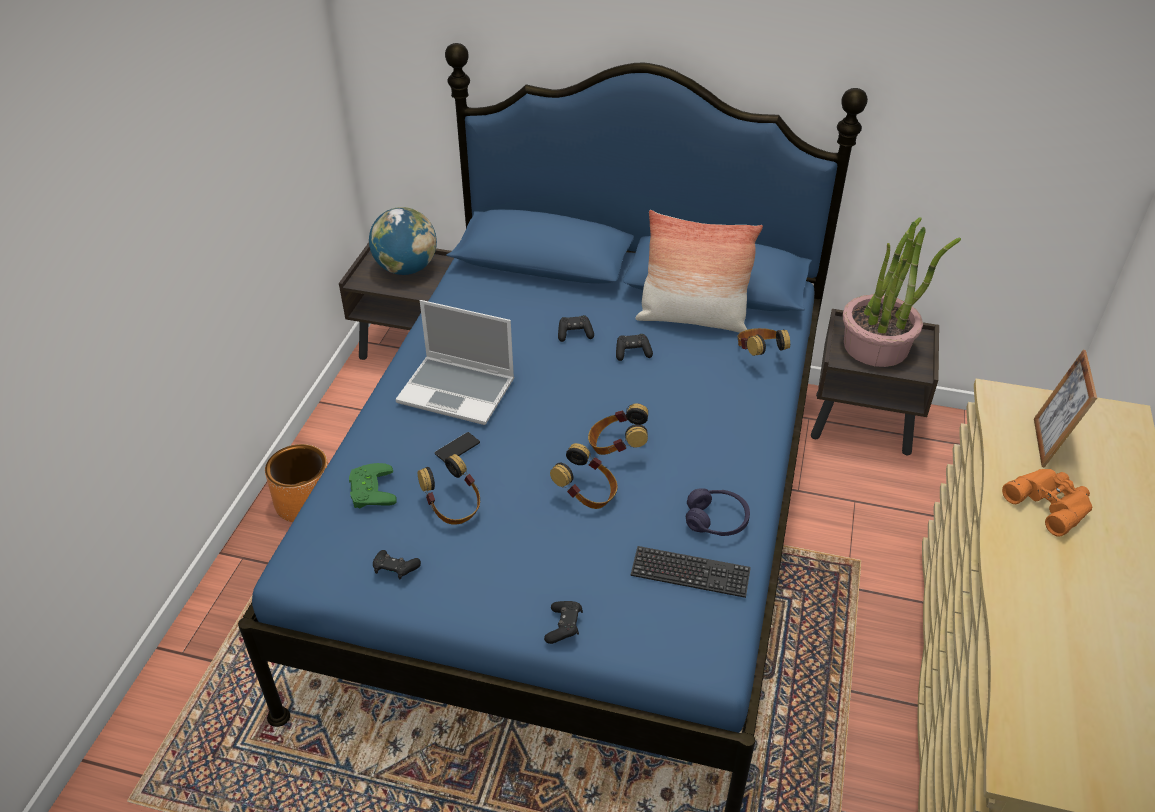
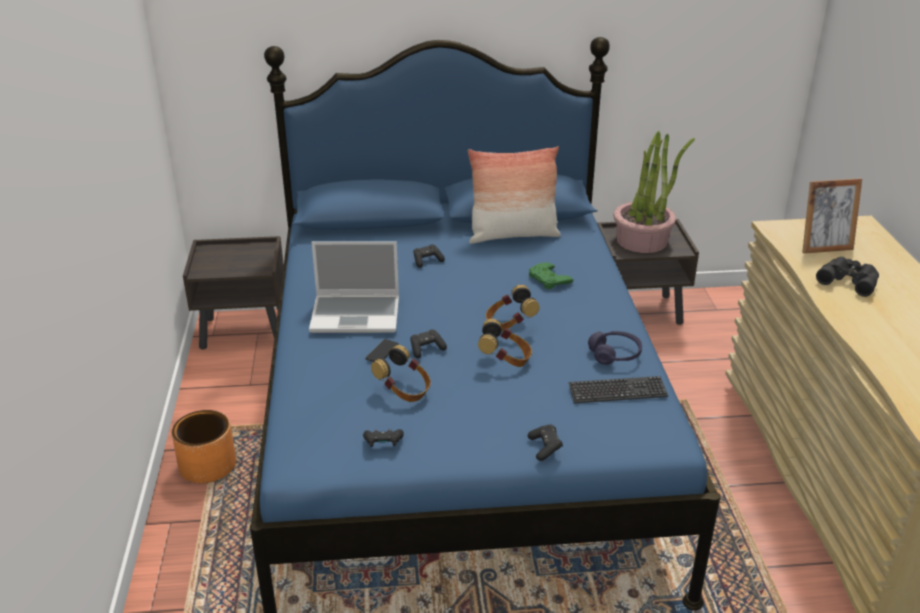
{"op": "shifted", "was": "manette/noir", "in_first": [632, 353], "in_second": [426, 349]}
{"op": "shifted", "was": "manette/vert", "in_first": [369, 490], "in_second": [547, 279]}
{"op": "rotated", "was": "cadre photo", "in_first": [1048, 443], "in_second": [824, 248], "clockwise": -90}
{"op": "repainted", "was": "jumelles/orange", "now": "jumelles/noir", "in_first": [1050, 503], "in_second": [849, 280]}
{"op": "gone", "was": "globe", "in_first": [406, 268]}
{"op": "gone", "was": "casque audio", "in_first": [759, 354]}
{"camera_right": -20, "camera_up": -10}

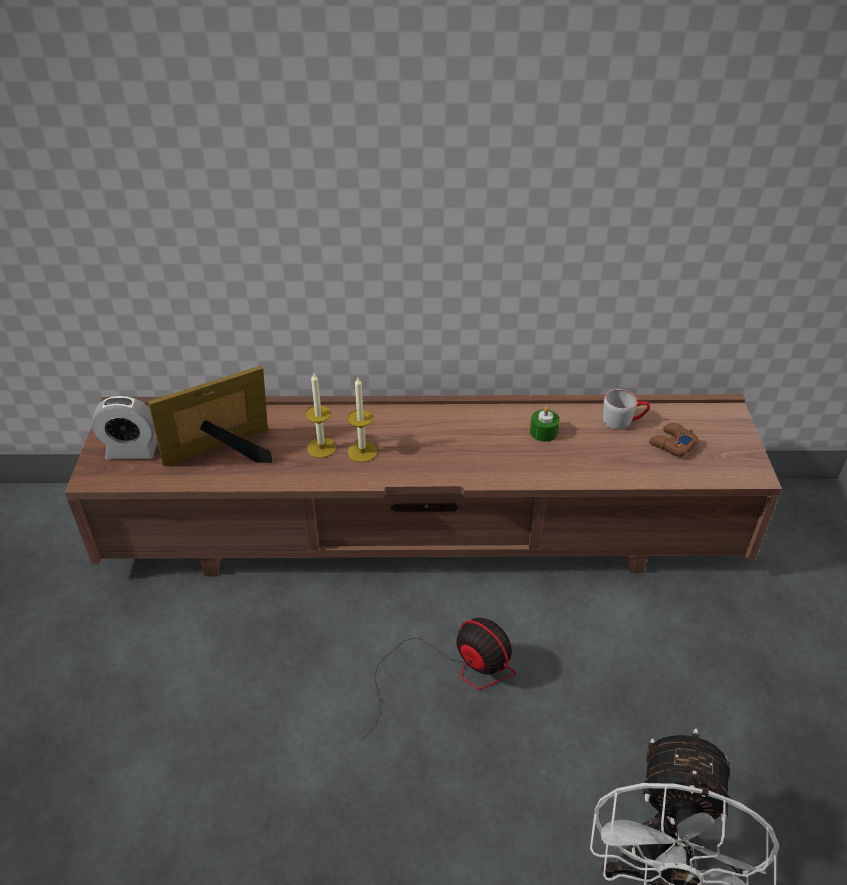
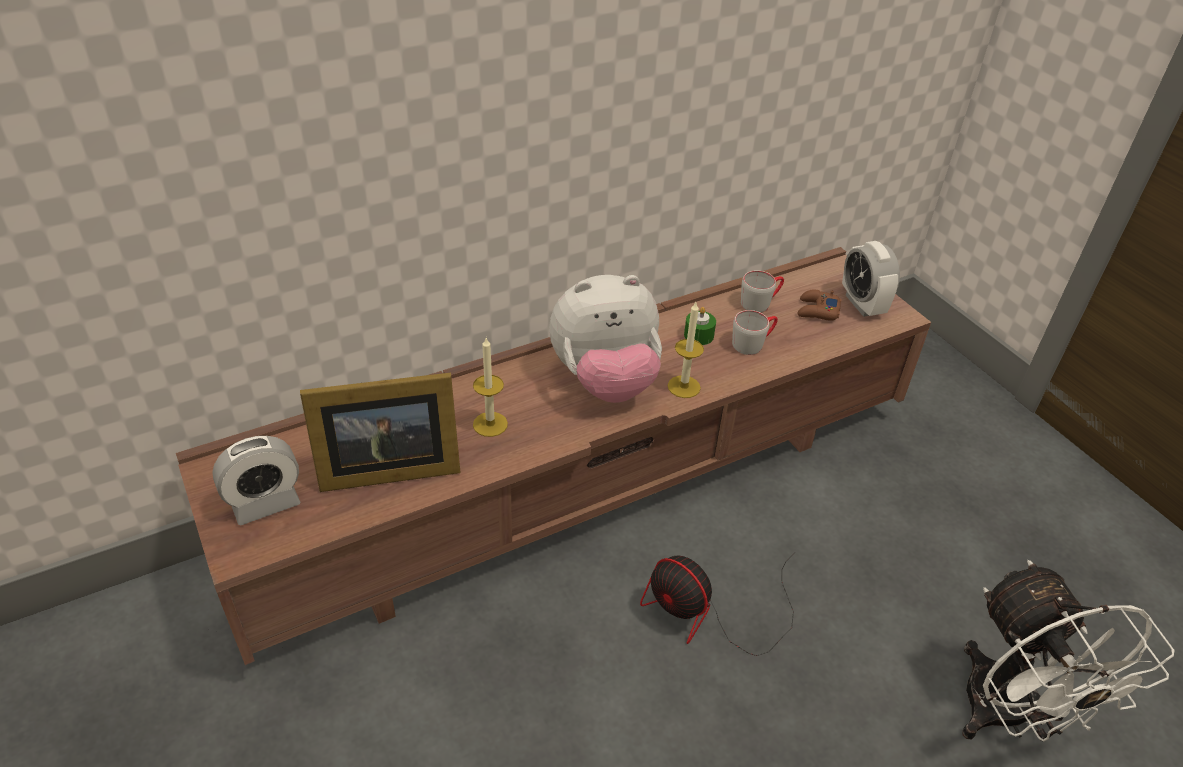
{"op": "rotated", "was": "cadre photo", "in_first": [224, 454], "in_second": [385, 468], "clockwise": -135}
{"op": "new", "now": "peluche", "in_second": [605, 381]}
{"op": "rotated", "was": "ventilateur", "in_first": [451, 672], "in_second": [710, 613], "clockwise": -150}
{"op": "shifted", "was": "bougie", "in_first": [362, 452], "in_second": [684, 386]}
{"op": "new", "now": "mug/gris", "in_second": [753, 343]}
{"op": "new", "now": "réveil", "in_second": [862, 304]}
{"camera_right": -30, "camera_up": 0}

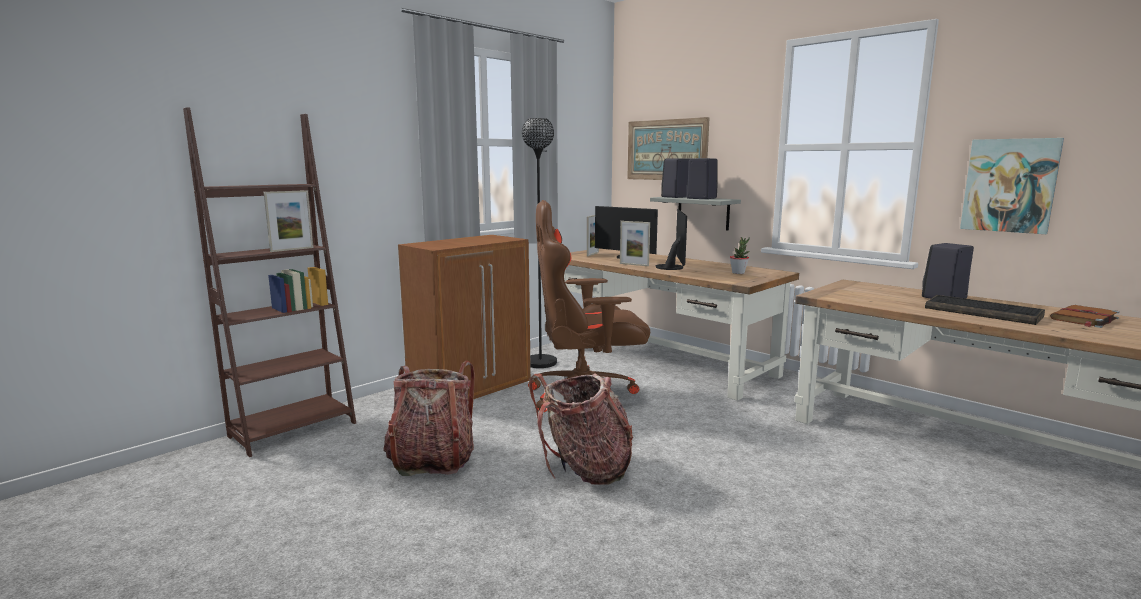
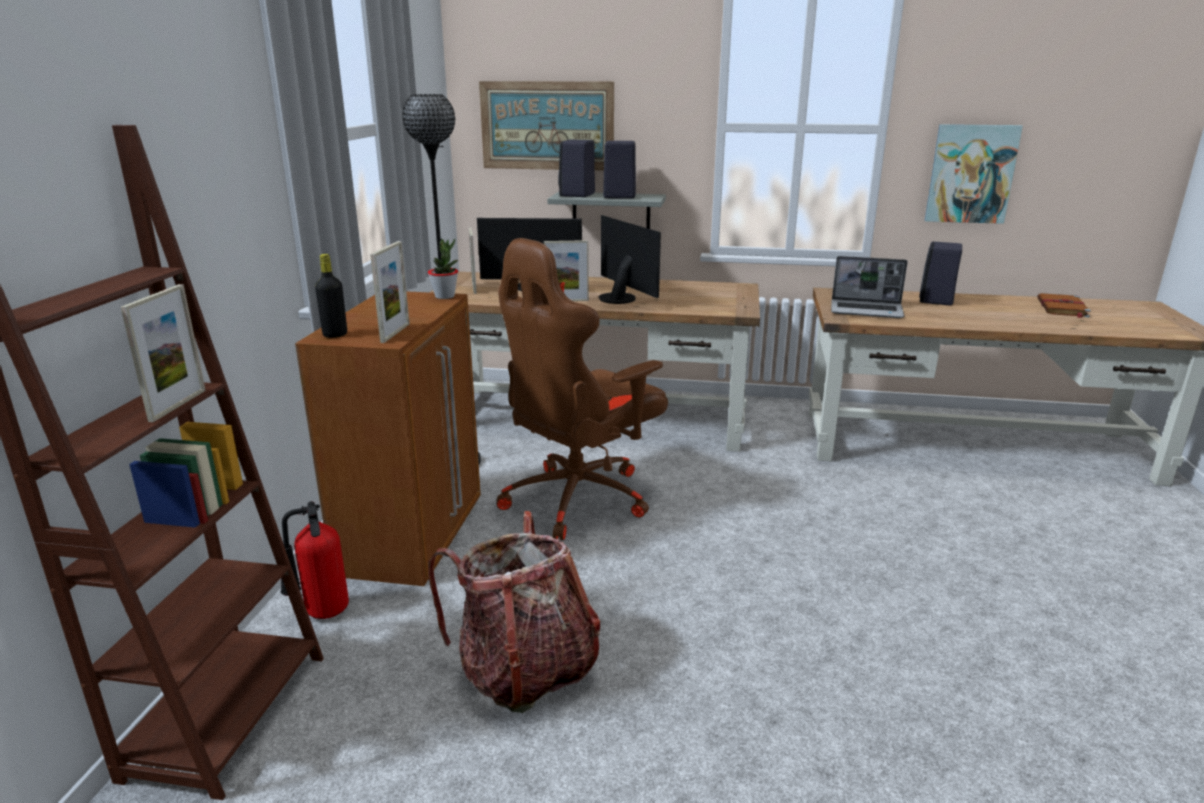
{"op": "new", "now": "extincteur", "in_second": [321, 614]}
{"op": "new", "now": "bouteille/noir", "in_second": [335, 335]}
{"op": "new", "now": "cadre photo", "in_second": [395, 333]}
{"op": "shifted", "was": "plante en pot", "in_first": [738, 273], "in_second": [445, 296]}
{"op": "new", "now": "ordinateur portable", "in_second": [867, 310]}
{"op": "gone", "was": "sac à dos", "in_first": [584, 470]}
{"op": "gone", "was": "clavier", "in_first": [983, 312]}
{"camera_right": -35, "camera_up": 10}

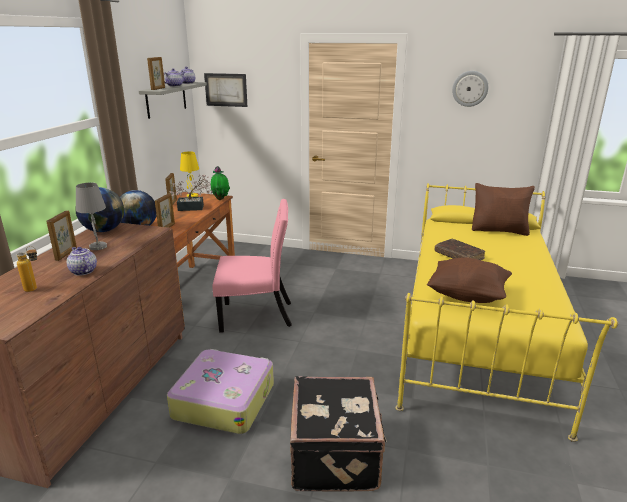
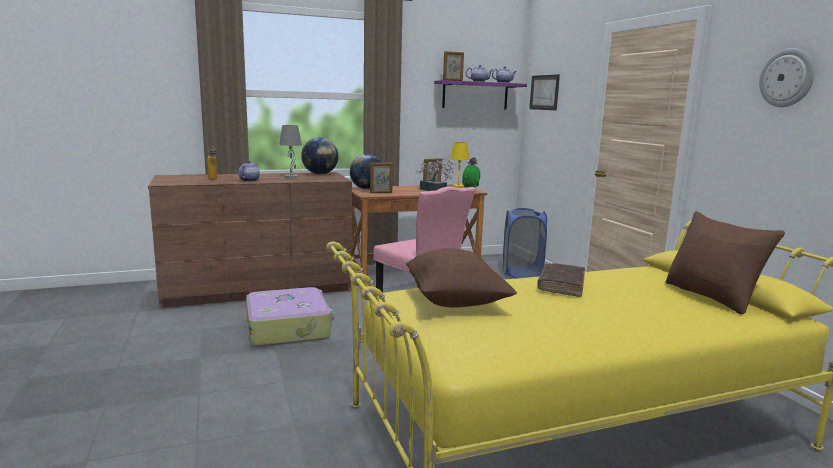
{"op": "repainted", "was": "étagère/gris", "now": "étagère/violet", "in_first": [166, 99], "in_second": [475, 95]}
{"op": "new", "now": "panier à linge/bleu", "in_second": [521, 273]}
{"op": "gone", "was": "cadre photo", "in_first": [66, 254]}
{"op": "gone", "was": "valise/noir", "in_first": [336, 455]}
{"camera_right": 55, "camera_up": -10}

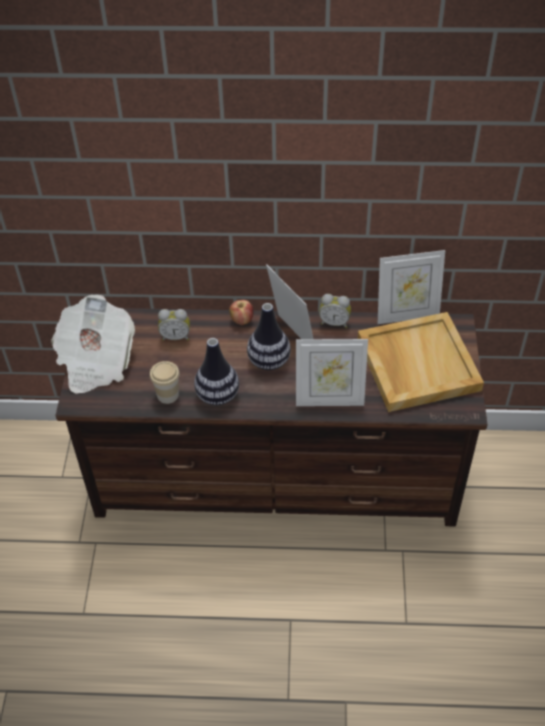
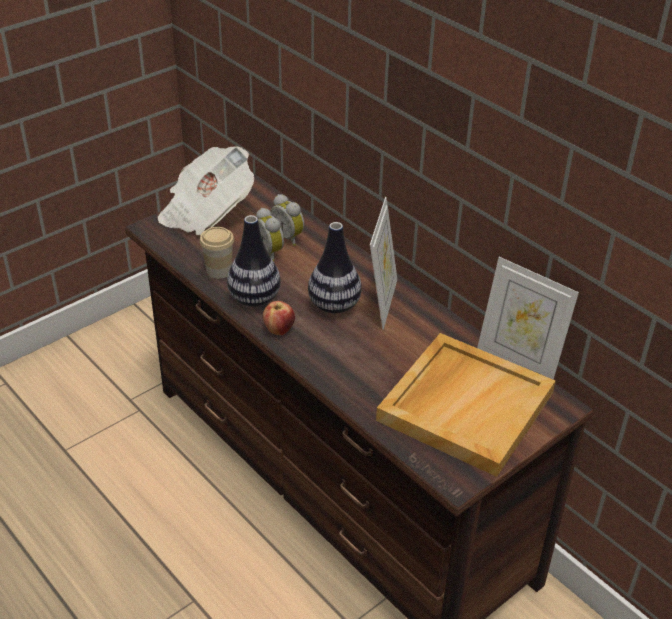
{"op": "shifted", "was": "réveil", "in_first": [334, 322], "in_second": [271, 252]}
{"op": "shifted", "was": "pomme", "in_first": [242, 320], "in_second": [279, 330]}
{"op": "gone", "was": "cadre photo", "in_first": [329, 400]}
{"camera_right": 45, "camera_up": -10}

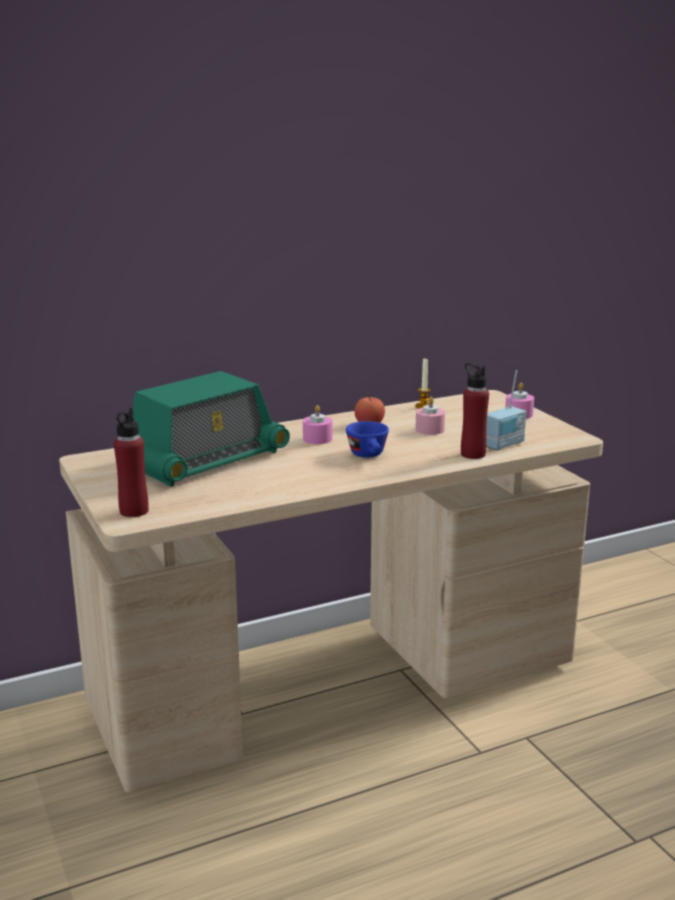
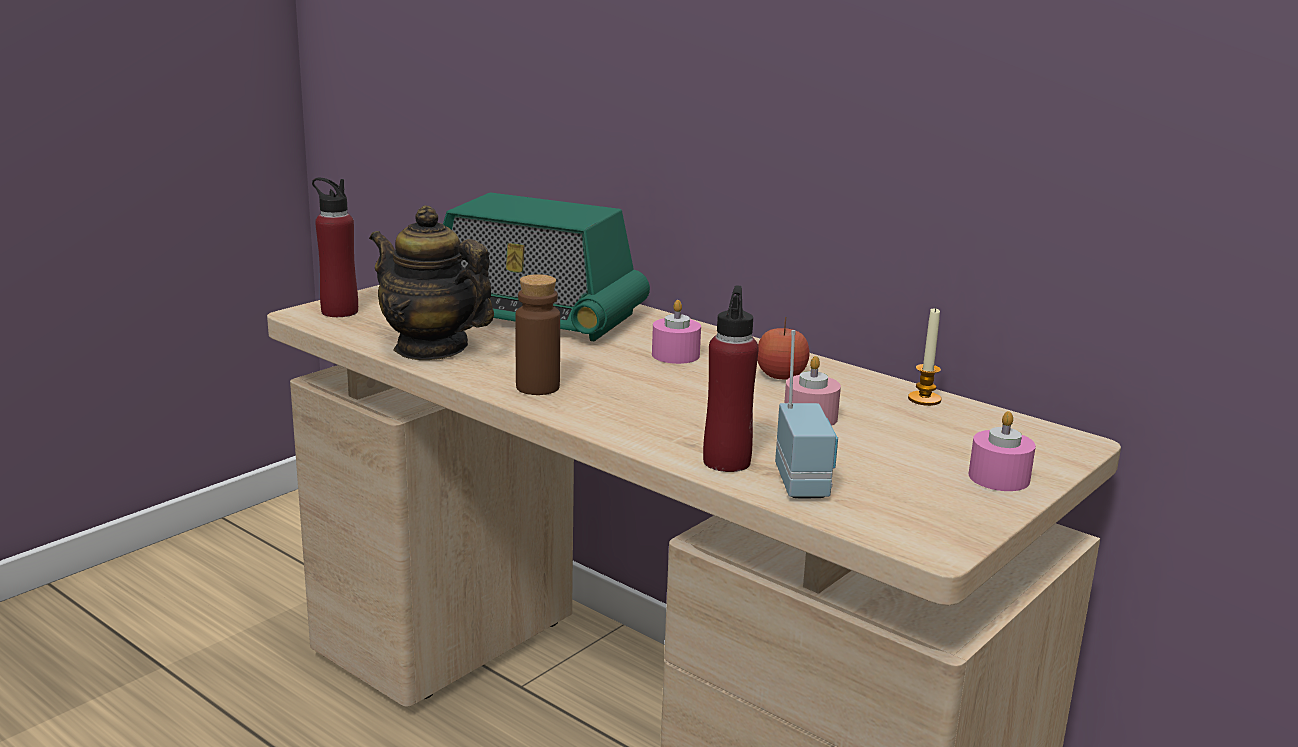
{"op": "new", "now": "théière", "in_second": [431, 348]}
{"op": "new", "now": "bouteille/marron", "in_second": [537, 387]}
{"op": "rotated", "was": "radio", "in_first": [504, 445], "in_second": [805, 482], "clockwise": -120}
{"op": "gone", "was": "tasse/bleu", "in_first": [369, 456]}
{"camera_right": 65, "camera_up": 0}

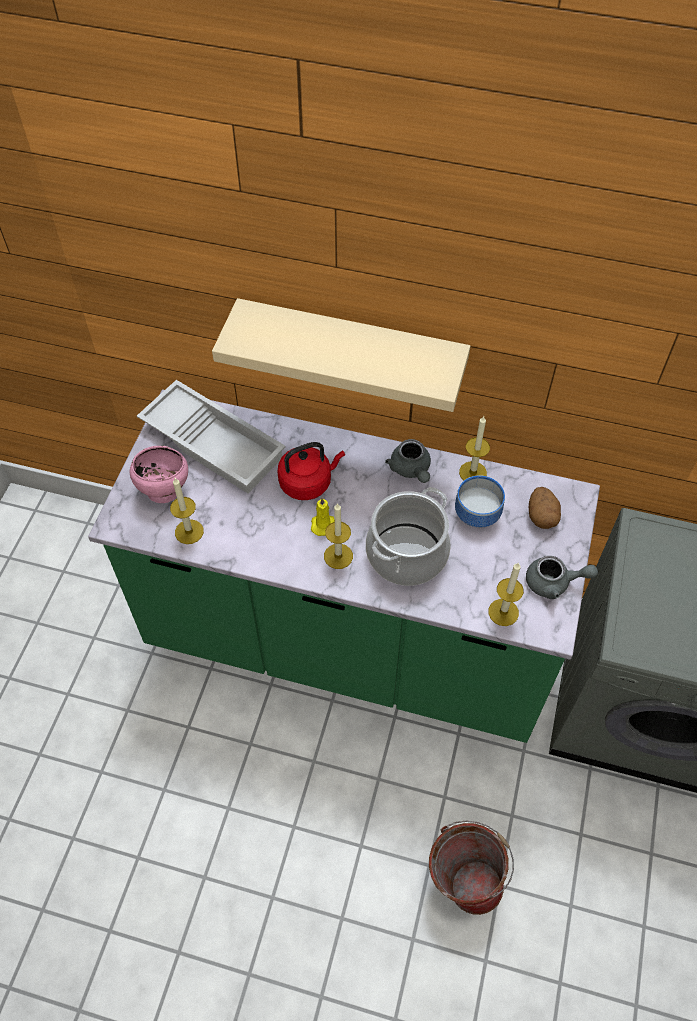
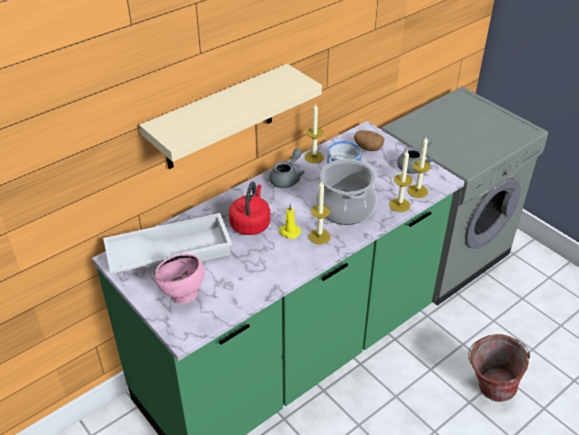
{"op": "rotated", "was": "théière/gris", "in_first": [411, 470], "in_second": [287, 178], "clockwise": -75}
{"op": "shifted", "was": "bougie", "in_first": [189, 531], "in_second": [399, 205]}
{"camera_right": -55, "camera_up": -15}

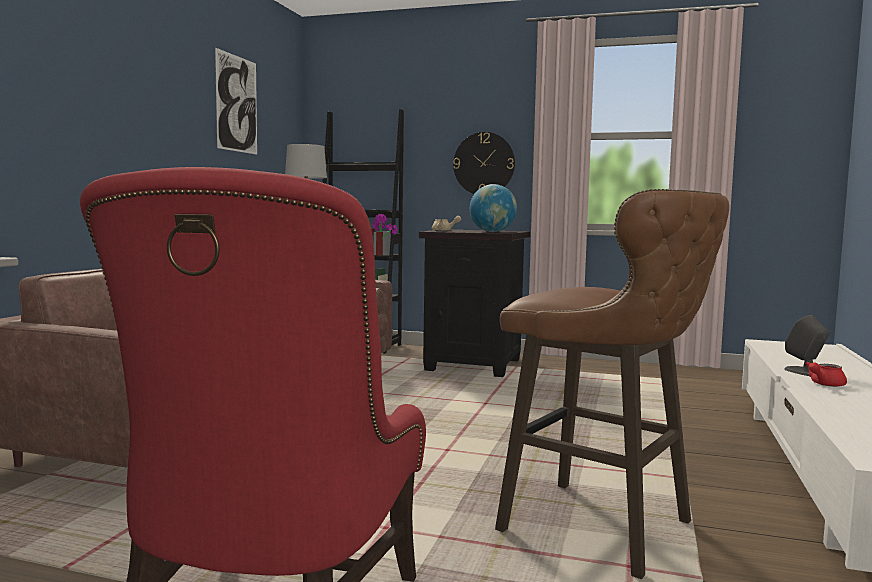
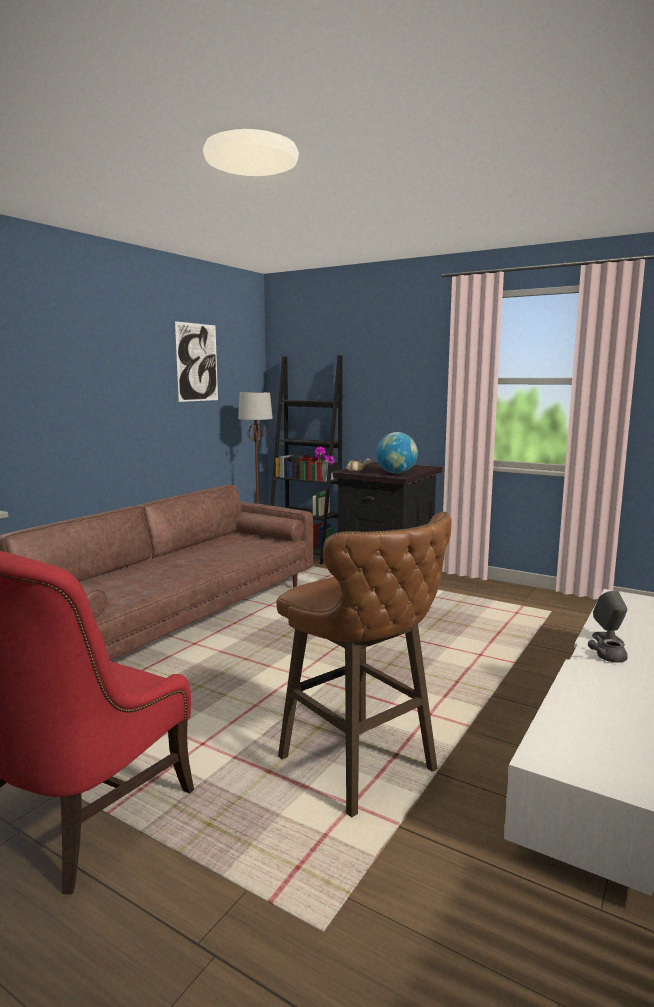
{"op": "repainted", "was": "théière/rouge", "now": "théière/gris", "in_first": [824, 384], "in_second": [606, 658]}
{"op": "gone", "was": "horloge murale", "in_first": [484, 164]}
{"camera_right": 15, "camera_up": 5}

